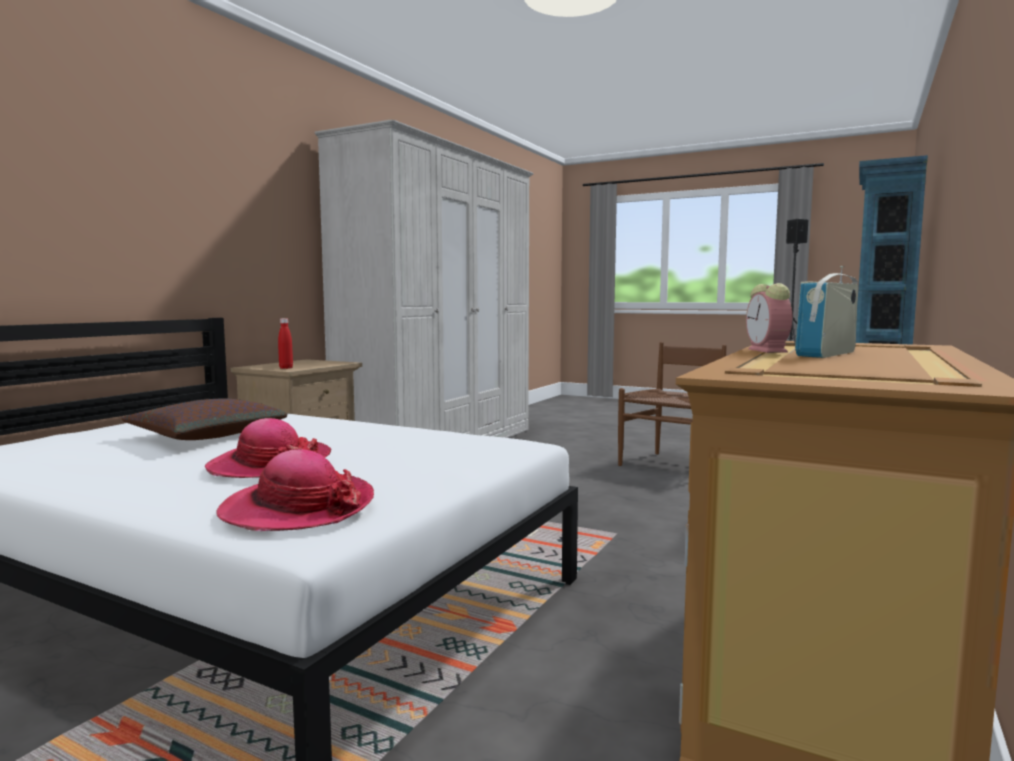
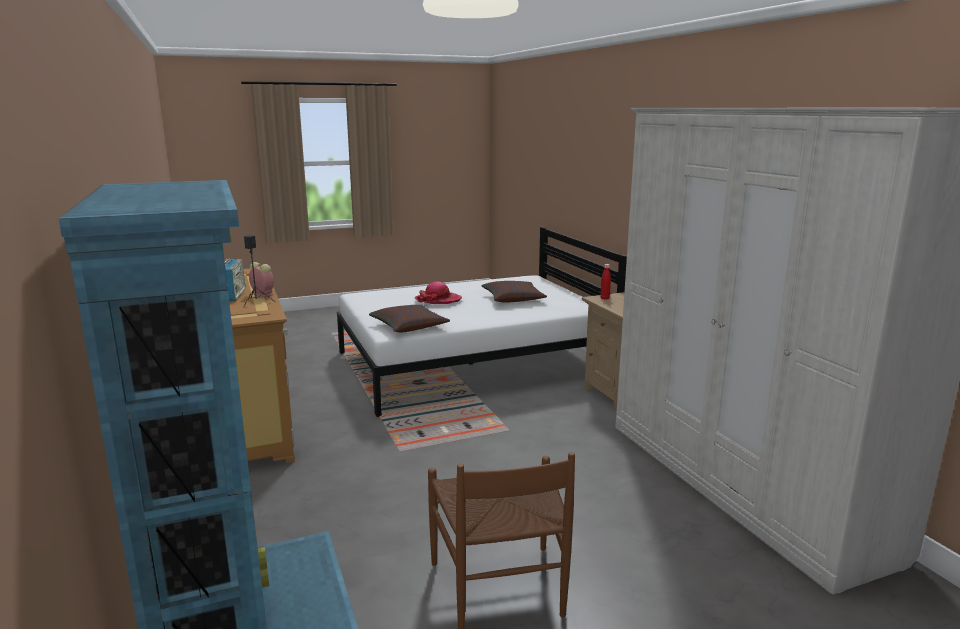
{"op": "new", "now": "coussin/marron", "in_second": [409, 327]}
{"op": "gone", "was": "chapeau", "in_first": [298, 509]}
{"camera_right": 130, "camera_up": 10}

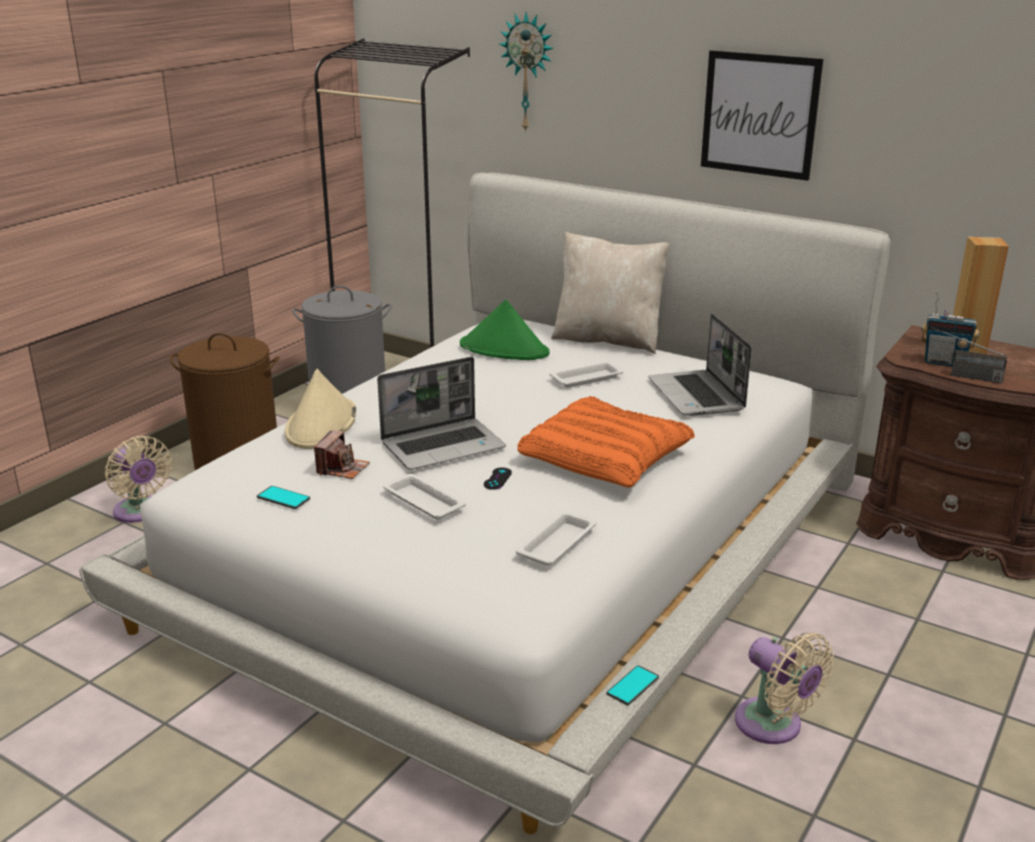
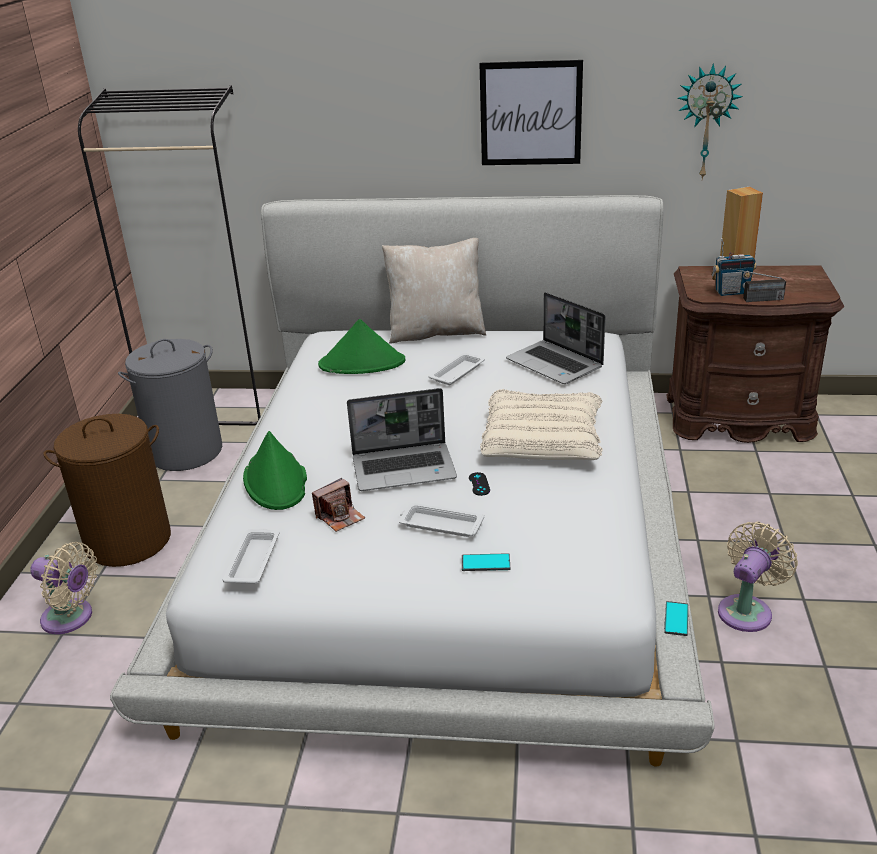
{"op": "shifted", "was": "plateau/blanc", "in_first": [558, 543], "in_second": [253, 560]}
{"op": "repainted", "was": "chapeau/beige", "now": "chapeau/vert", "in_first": [321, 425], "in_second": [276, 481]}
{"op": "rotated", "was": "appareil photo", "in_first": [342, 468], "in_second": [340, 517], "clockwise": 60}
{"op": "rotated", "was": "ordinateur portable", "in_first": [444, 446], "in_second": [405, 468], "clockwise": 45}
{"op": "shifted", "was": "téléphone", "in_first": [283, 498], "in_second": [485, 563]}
{"op": "repainted", "was": "coussin/orange", "now": "coussin/beige", "in_first": [605, 458], "in_second": [543, 439]}
{"op": "shifted", "was": "horloge murale", "in_first": [528, 72], "in_second": [706, 122]}
{"op": "rotated", "was": "ventilateur/beige", "in_first": [773, 726], "in_second": [747, 610], "clockwise": -75}
{"camera_right": -25, "camera_up": 5}

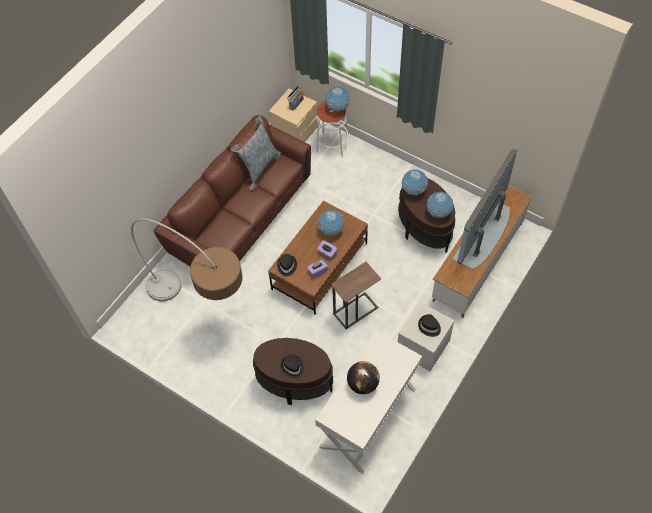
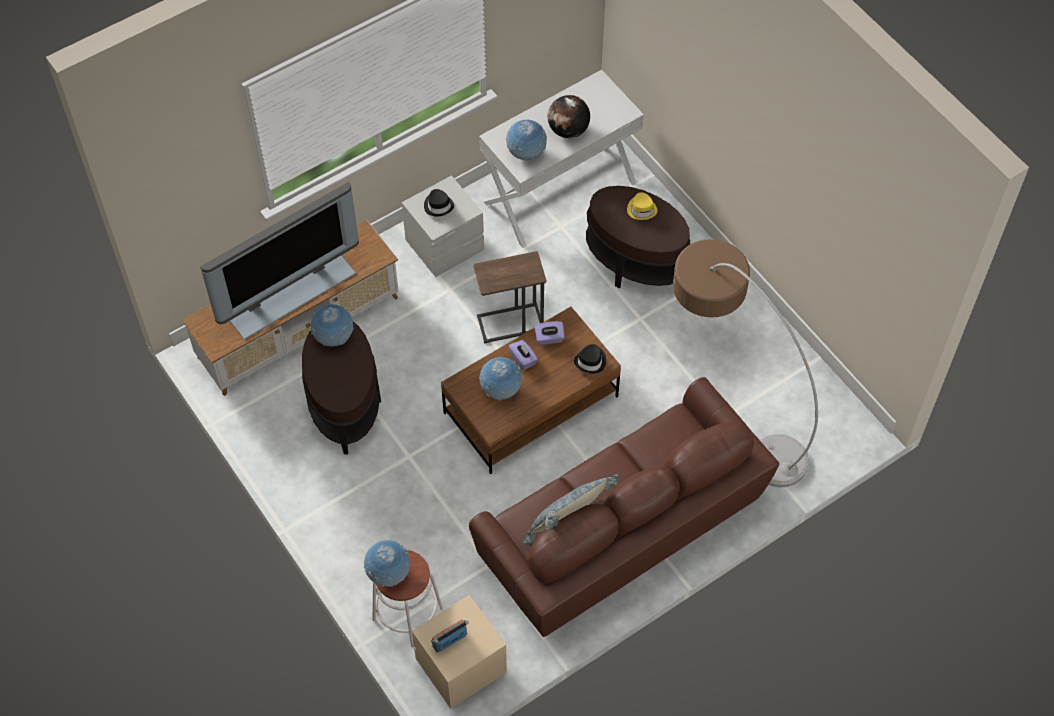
{"op": "shifted", "was": "globe", "in_first": [413, 191], "in_second": [526, 154]}
{"op": "repainted", "was": "chapeau/noir", "now": "chapeau/jaune", "in_first": [292, 367], "in_second": [642, 209]}
{"camera_right": -160, "camera_up": 0}

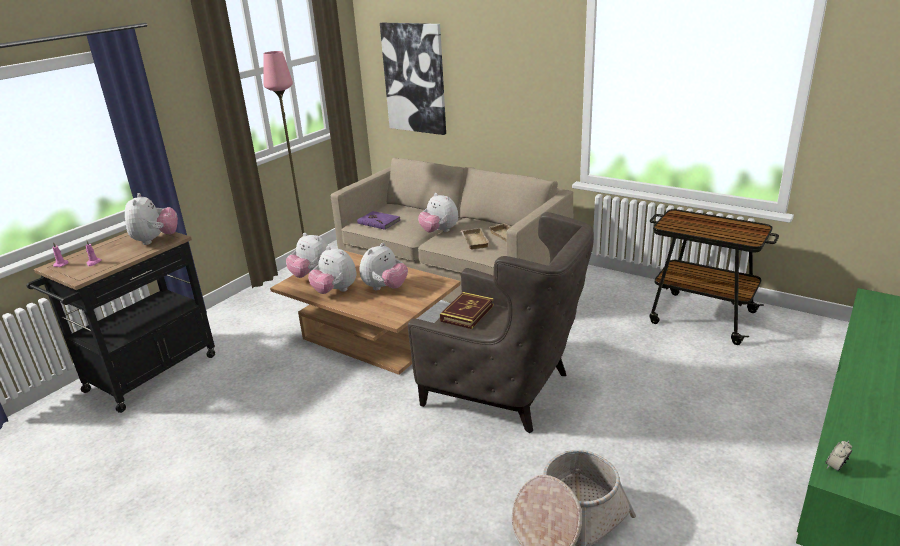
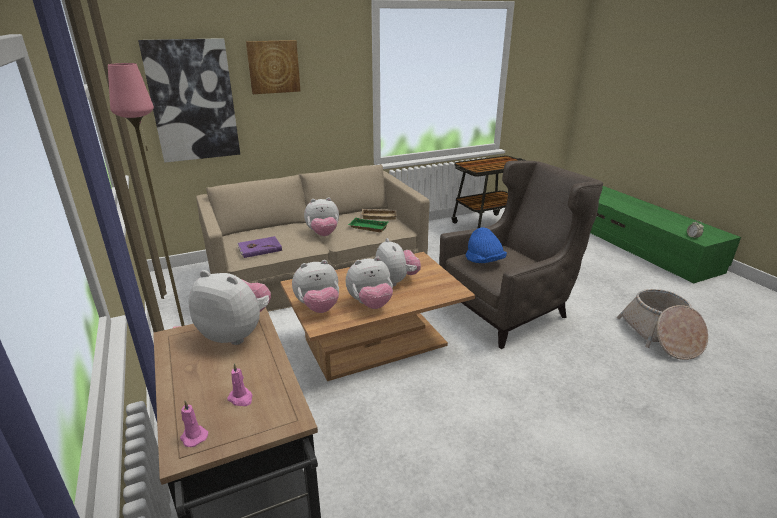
{"op": "new", "now": "tableau", "in_second": [273, 67]}
{"op": "repainted", "was": "plateau/beige", "now": "plateau/vert", "in_first": [473, 241], "in_second": [367, 228]}
{"op": "swapped", "was": "livre", "now": "chapeau/bleu", "in_first": [467, 313], "in_second": [484, 261]}
{"camera_right": -60, "camera_up": 0}

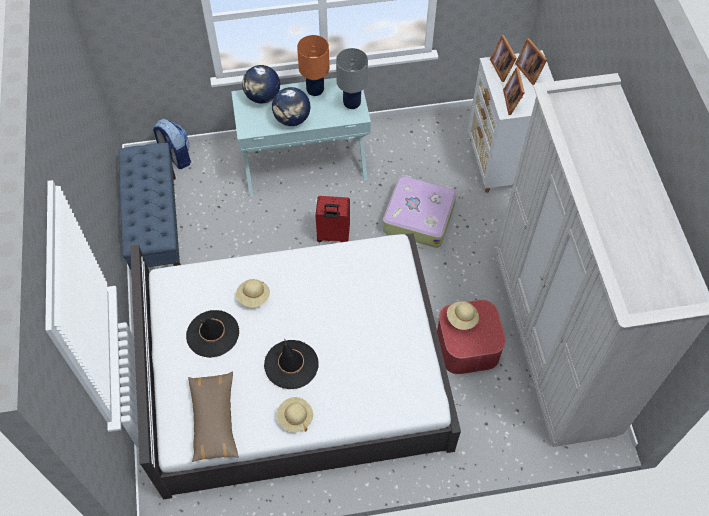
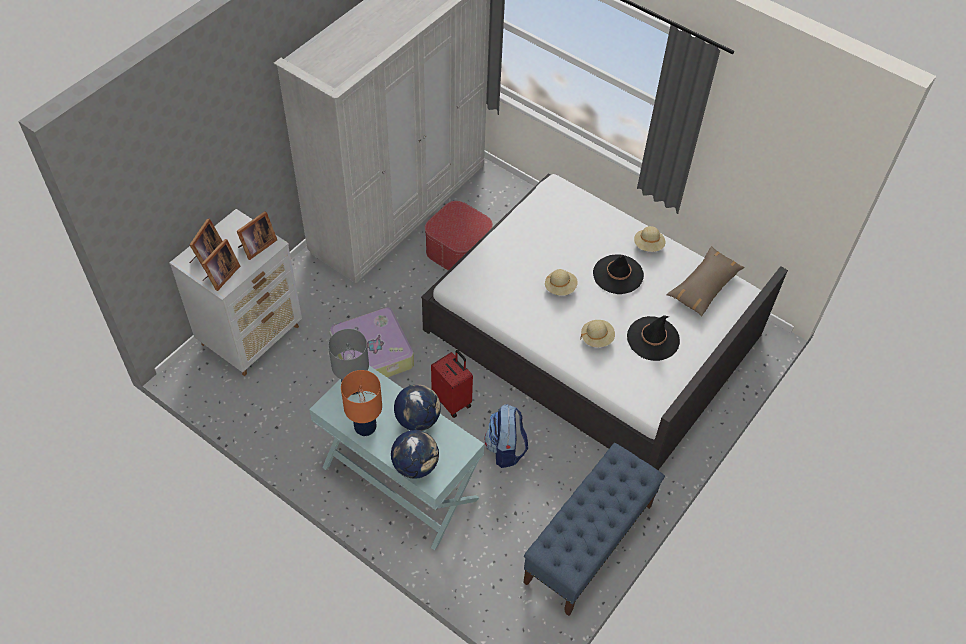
{"op": "shifted", "was": "sac à dos", "in_first": [174, 157], "in_second": [505, 449]}
{"op": "shifted", "was": "chapeau/beige", "in_first": [462, 319], "in_second": [560, 288]}
{"camera_right": -135, "camera_up": -5}

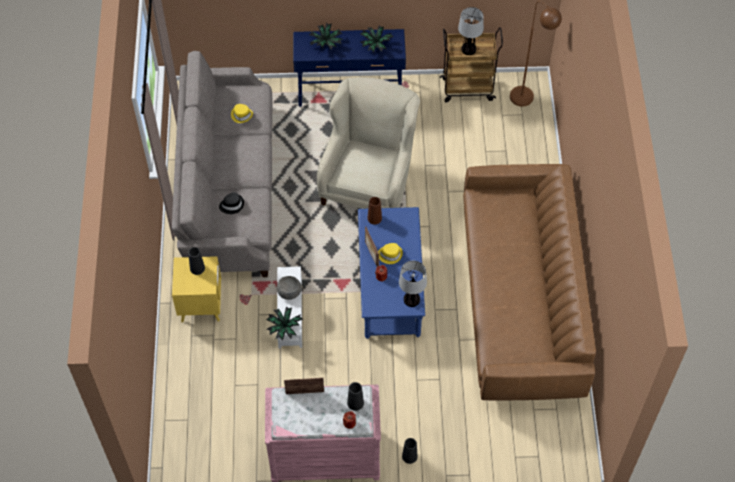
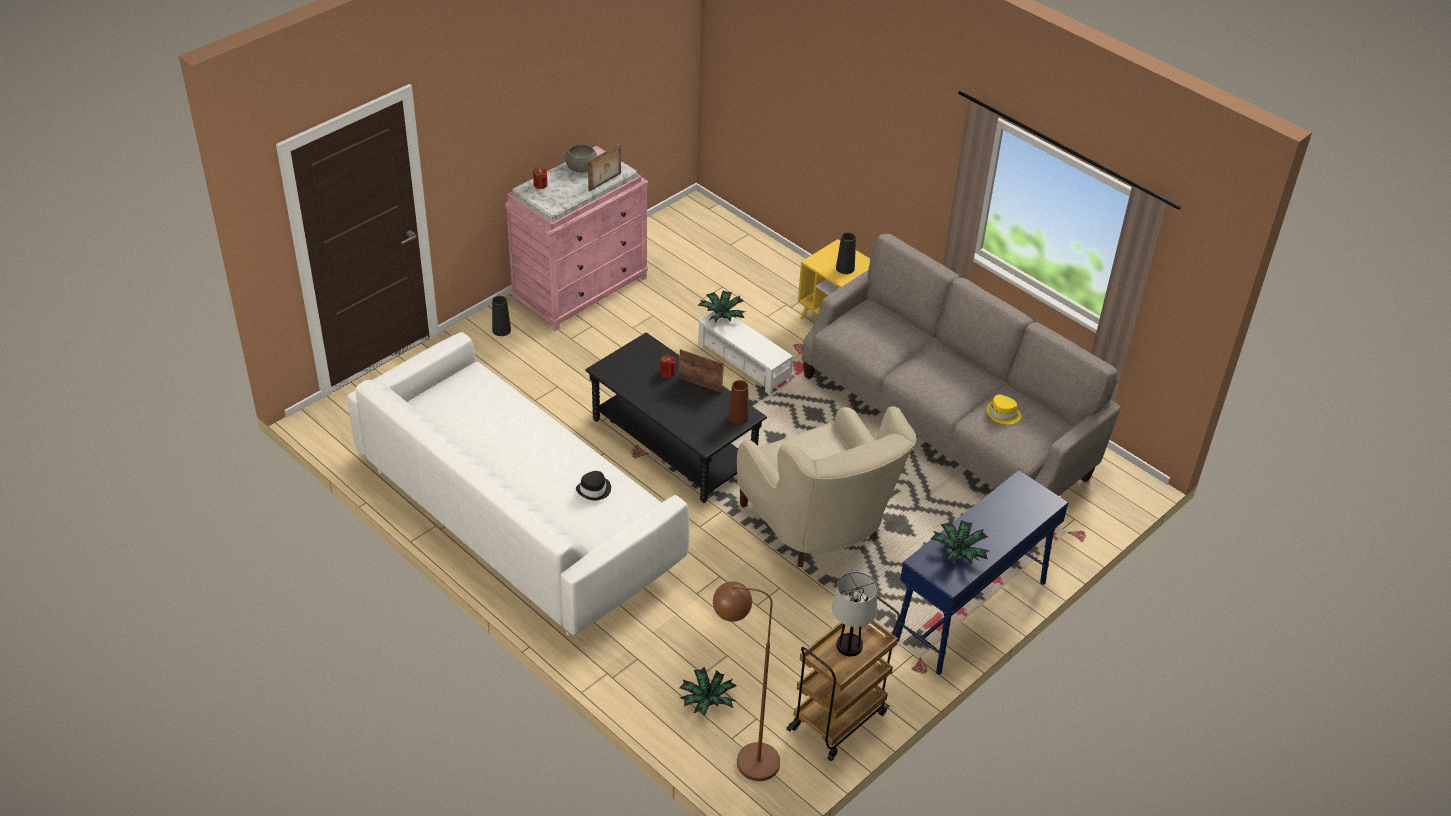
{"op": "repainted", "was": "canapé/marron", "now": "canapé/blanc", "in_first": [520, 301], "in_second": [518, 518]}
{"op": "shifted", "was": "bol/gris", "in_first": [289, 292], "in_second": [581, 167]}
{"op": "shifted", "was": "chapeau/noir", "in_first": [232, 205], "in_second": [594, 490]}
{"op": "repainted", "was": "table basse/bleu", "now": "table basse/noir", "in_first": [390, 287], "in_second": [673, 443]}
{"op": "shifted", "was": "plante en pot", "in_first": [326, 43], "in_second": [707, 701]}
{"op": "gone", "was": "vase/noir", "in_first": [355, 403]}
{"op": "gone", "was": "chapeau/jaune", "in_first": [390, 254]}
{"op": "gone", "was": "lampe de table", "in_first": [412, 299]}
{"camera_right": 135, "camera_up": -15}

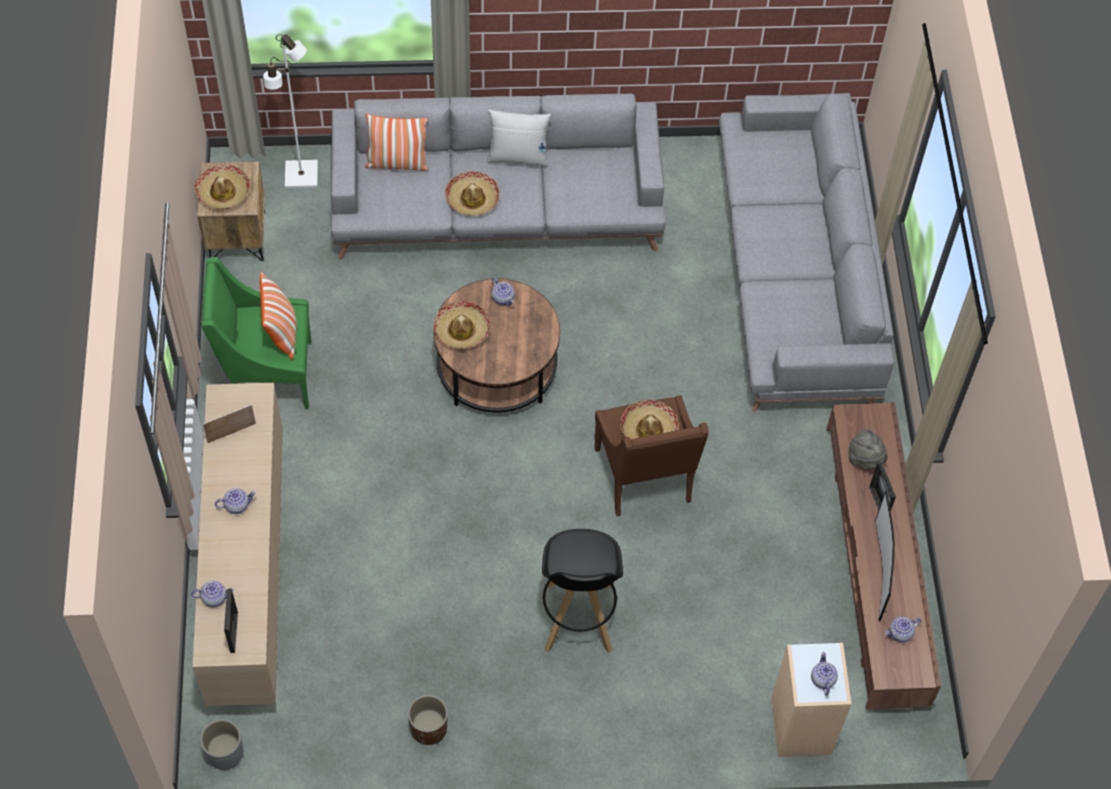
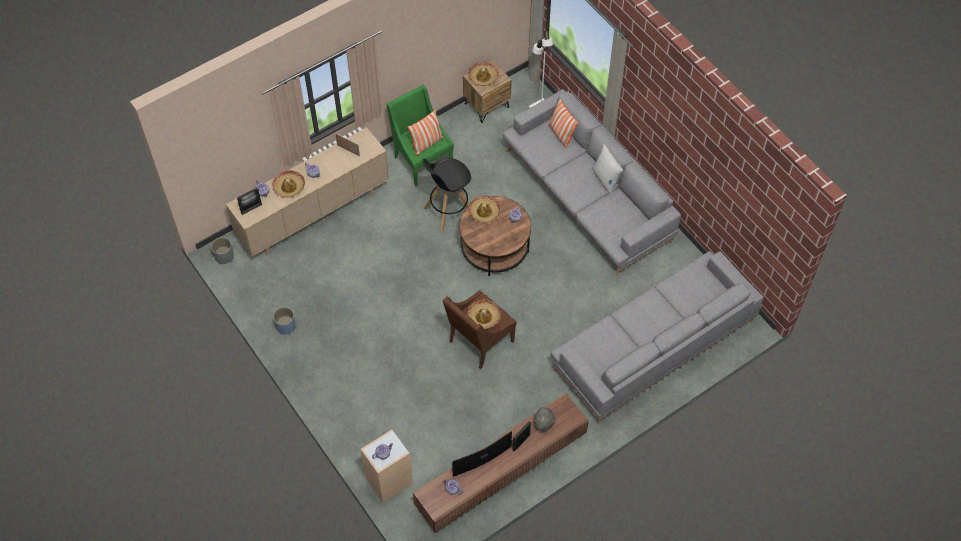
{"op": "shifted", "was": "chapeau", "in_first": [472, 198], "in_second": [289, 186]}
{"op": "repainted", "was": "cache-pot/marron", "now": "cache-pot/bleu", "in_first": [428, 729], "in_second": [285, 326]}
{"op": "shifted", "was": "tabouret/noir", "in_first": [577, 618], "in_second": [448, 211]}
{"camera_right": 60, "camera_up": 0}

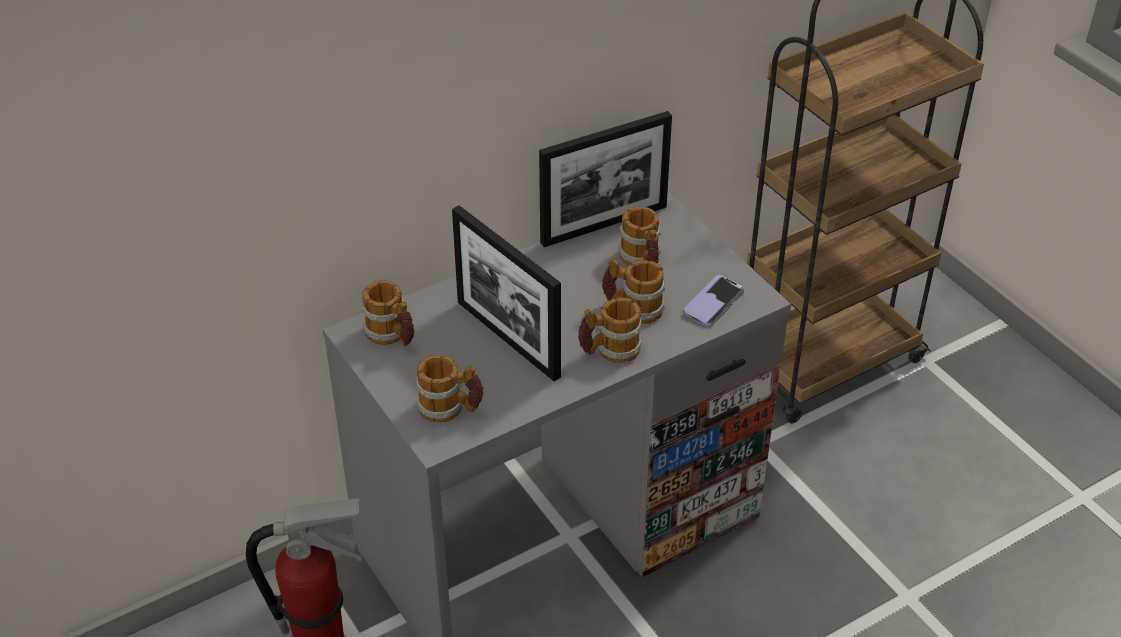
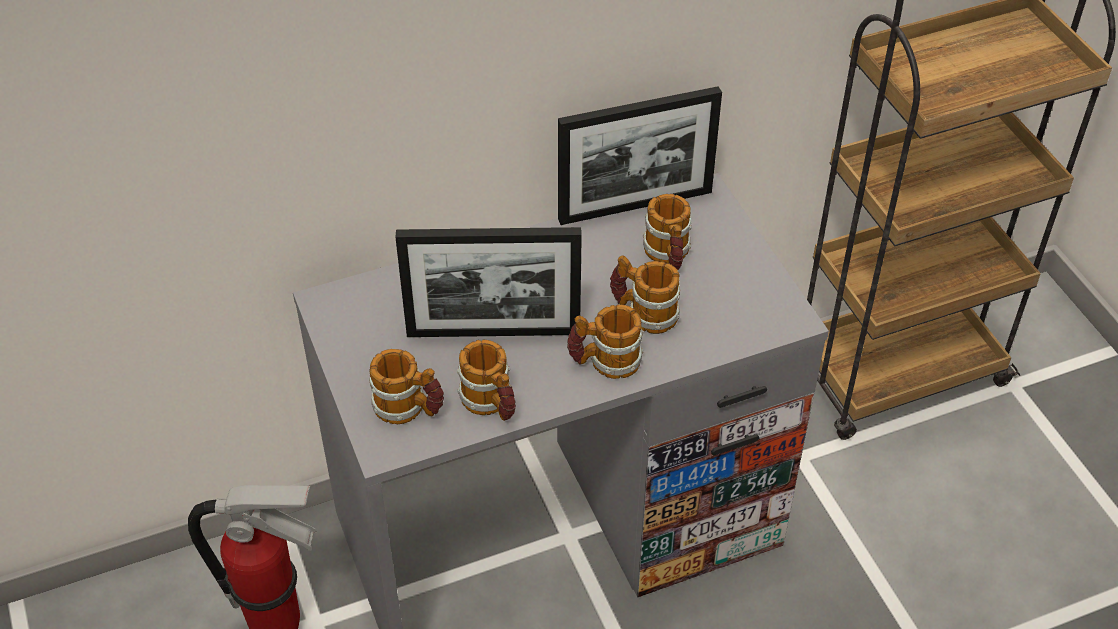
{"op": "rotated", "was": "cadre photo", "in_first": [508, 339], "in_second": [493, 332], "clockwise": -60}
{"op": "shifted", "was": "mug", "in_first": [392, 335], "in_second": [491, 404]}
{"op": "gone", "was": "téléphone", "in_first": [713, 302]}
{"camera_right": 10, "camera_up": 5}

